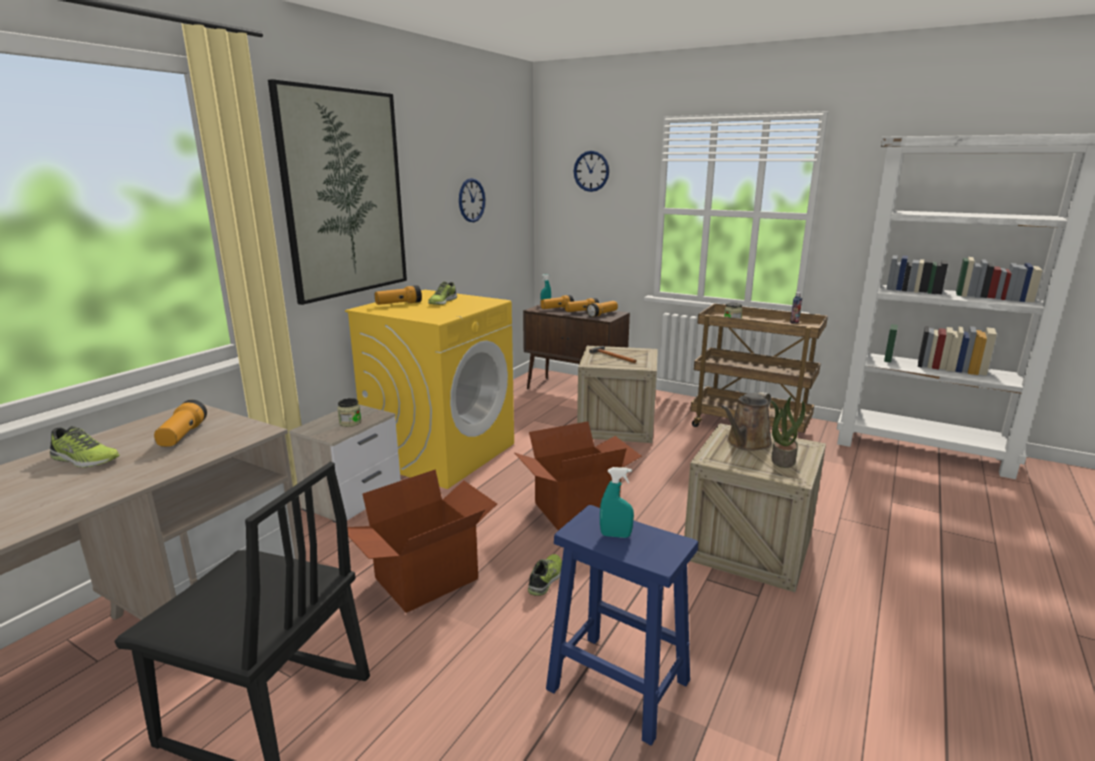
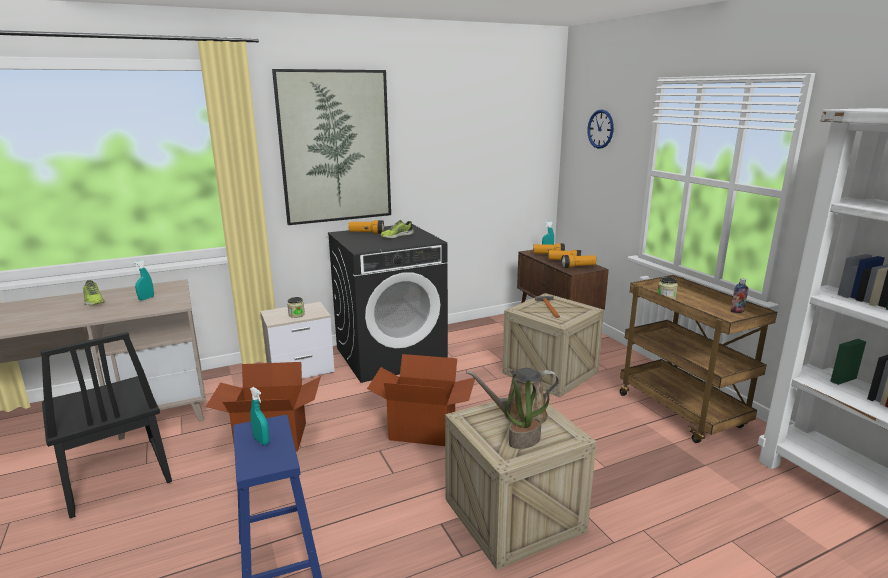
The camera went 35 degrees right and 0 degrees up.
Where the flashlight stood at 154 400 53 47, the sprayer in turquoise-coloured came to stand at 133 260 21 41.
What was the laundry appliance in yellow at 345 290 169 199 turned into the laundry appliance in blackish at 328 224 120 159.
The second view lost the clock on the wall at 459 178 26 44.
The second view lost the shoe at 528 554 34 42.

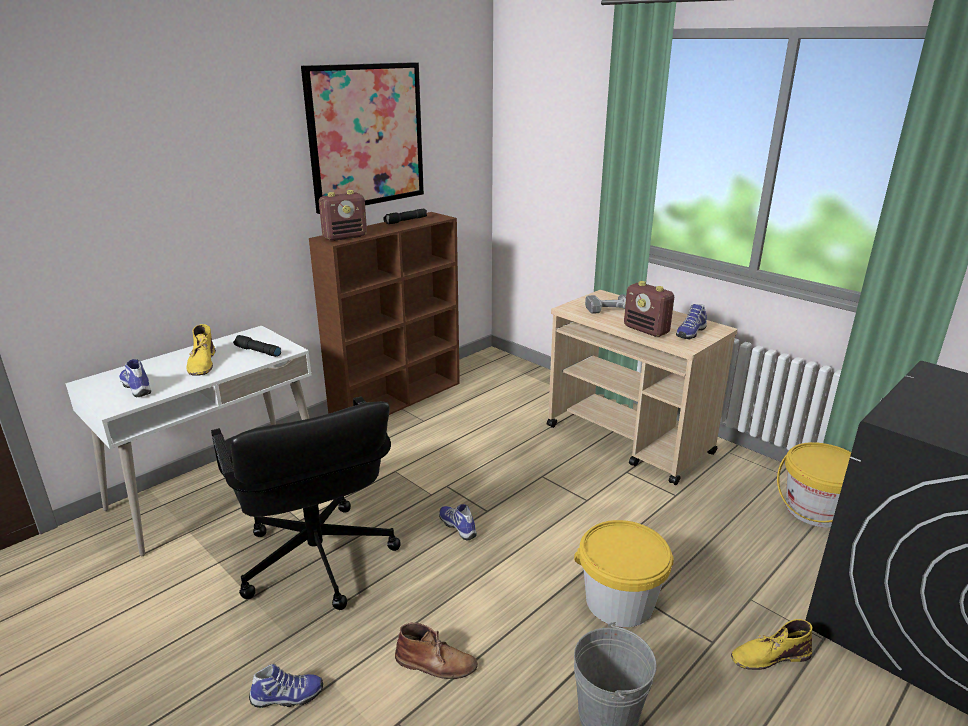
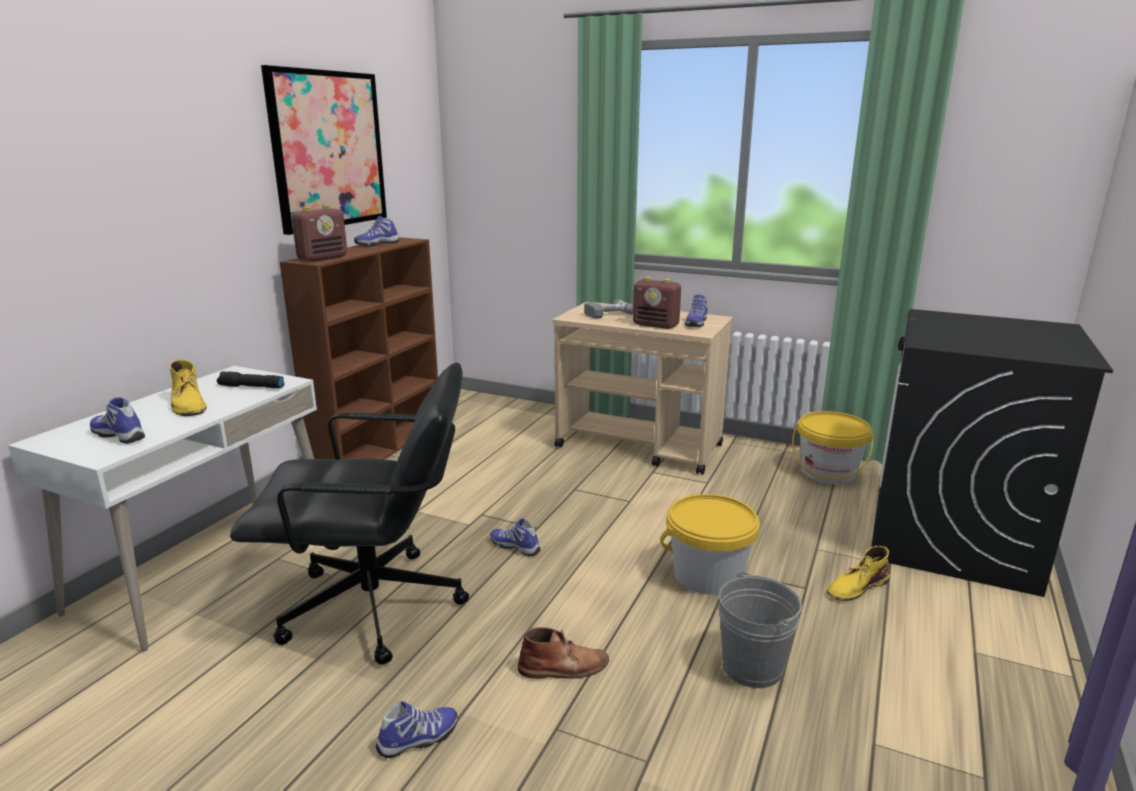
The camera went 20 degrees left and 5 degrees down.
The office chair in blackish at 211 396 190 214 ended up facing another way, 45 degrees counterclockwise from before.
Where the flashlight in blackish stood at 383 209 44 15, the shoe came to stand at 354 216 46 30.

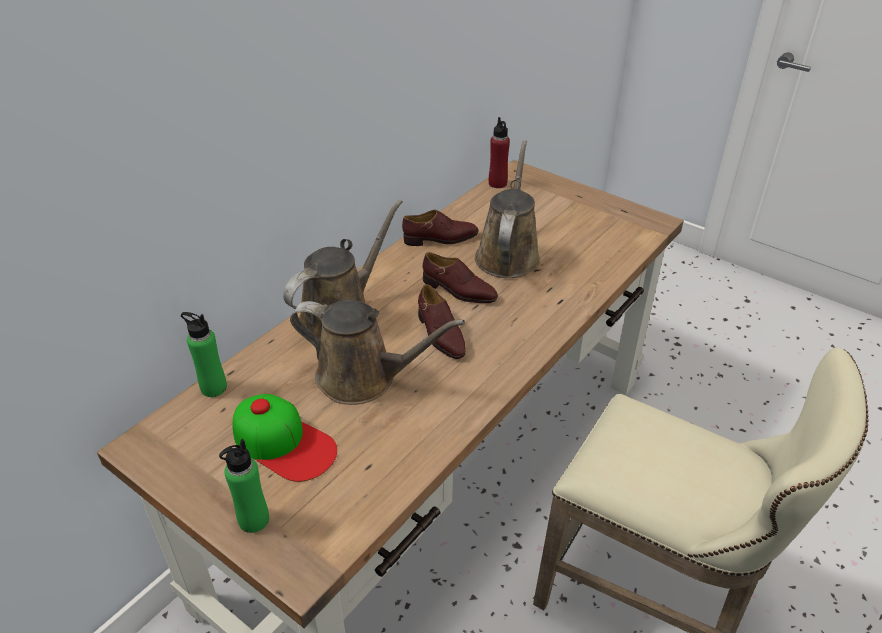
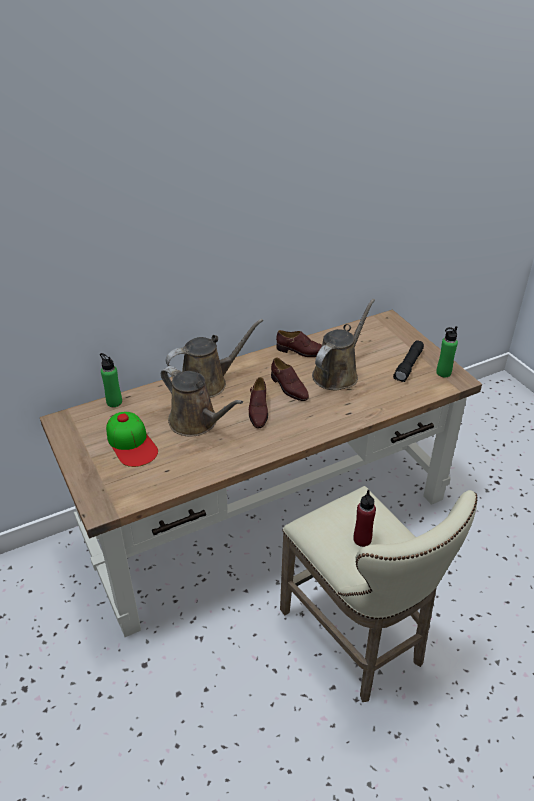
The camera went 25 degrees right and 0 degrees up.
The drink bottle in green-coloured ended up elsewhere, having gone from 219 439 50 94 to 436 326 22 51.
The drink bottle in red ended up elsewhere, having gone from 489 117 21 71 to 354 490 22 57.
The second view gained the flashlight in blackish at 393 340 31 42.

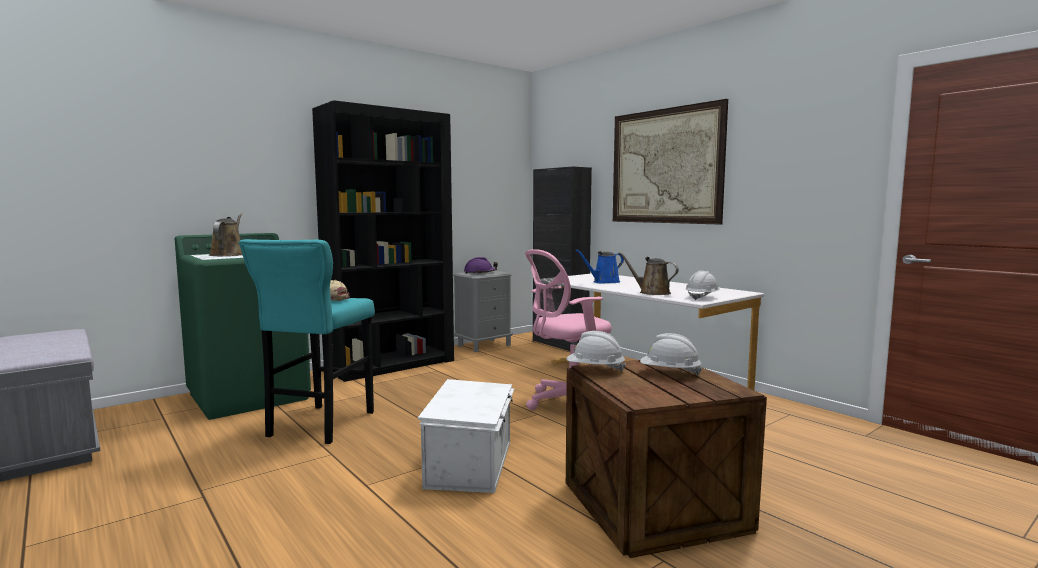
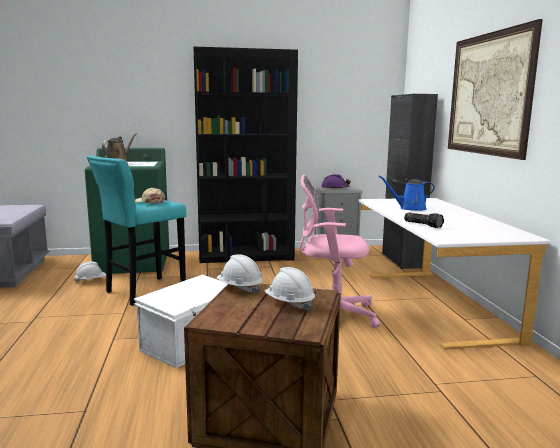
The camera went 30 degrees right and 5 degrees up.
Where the watering can in brown-coloured stood at 619 252 60 43, the flashlight came to stand at 404 212 40 16.
The safety helmet in white-coloured ended up elsewhere, having gone from 686 271 34 29 to 74 261 32 22.

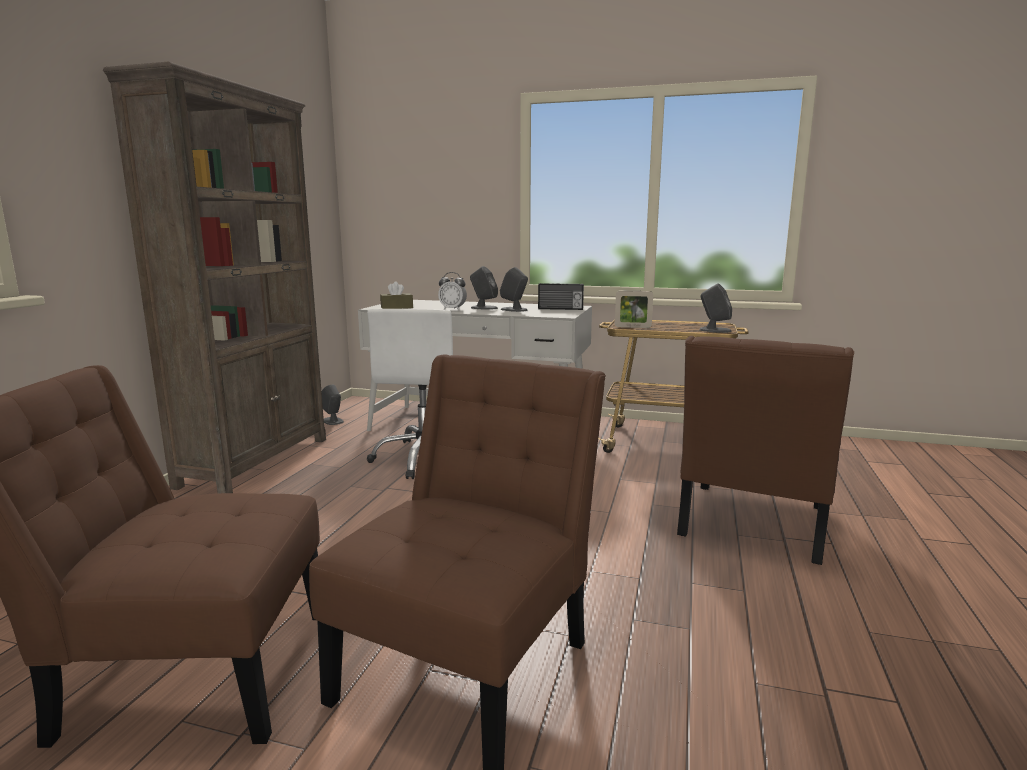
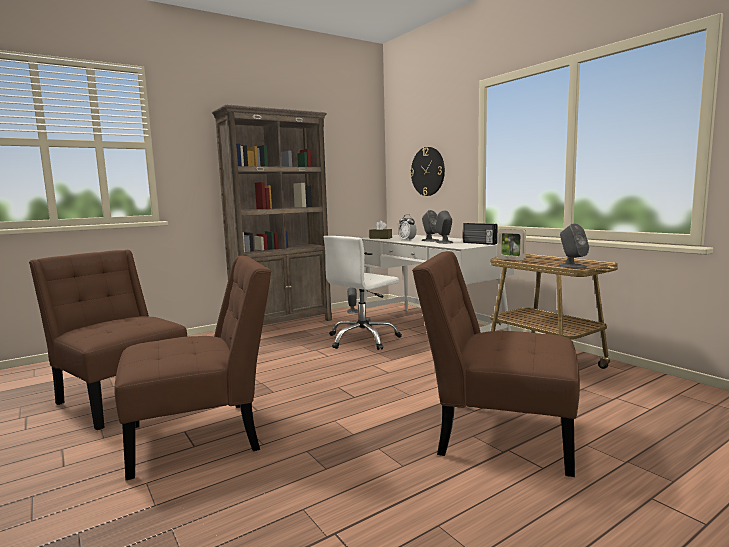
The camera went 40 degrees right and 5 degrees down.
The chair in brown-coloured at 677 336 177 229 ended up facing another way, 45 degrees clockwise from before.
The second view gained the clock on the wall at 410 147 35 49.

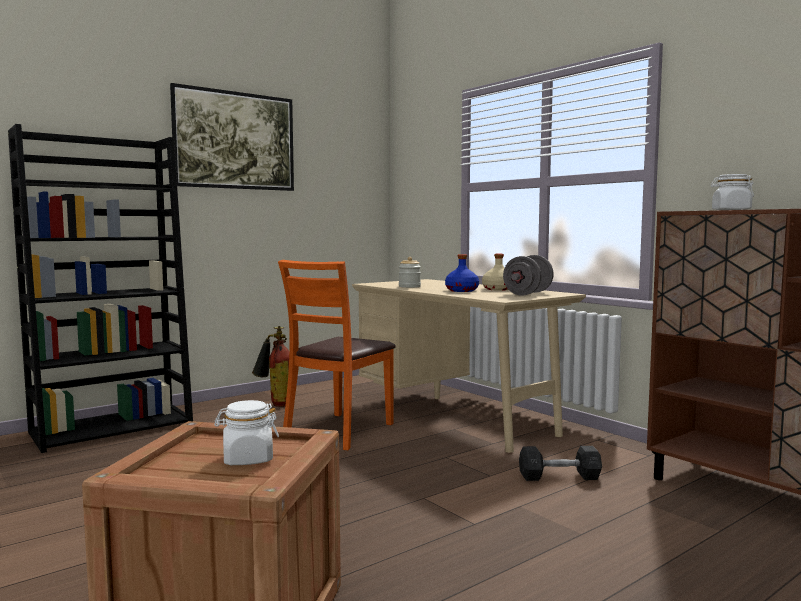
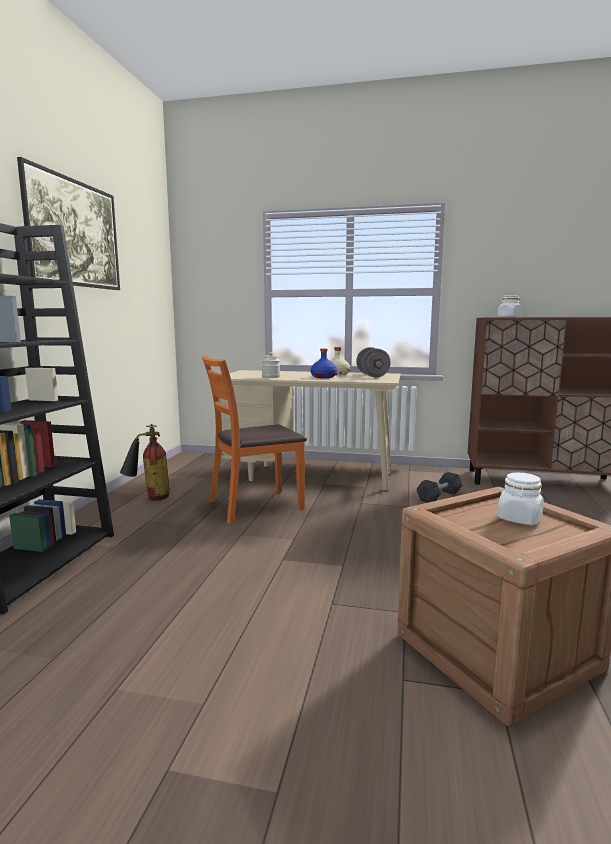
The camera went 40 degrees left and 5 degrees up.
The chair in orangey at 278 260 118 190 ended up facing another way, 75 degrees clockwise from before.

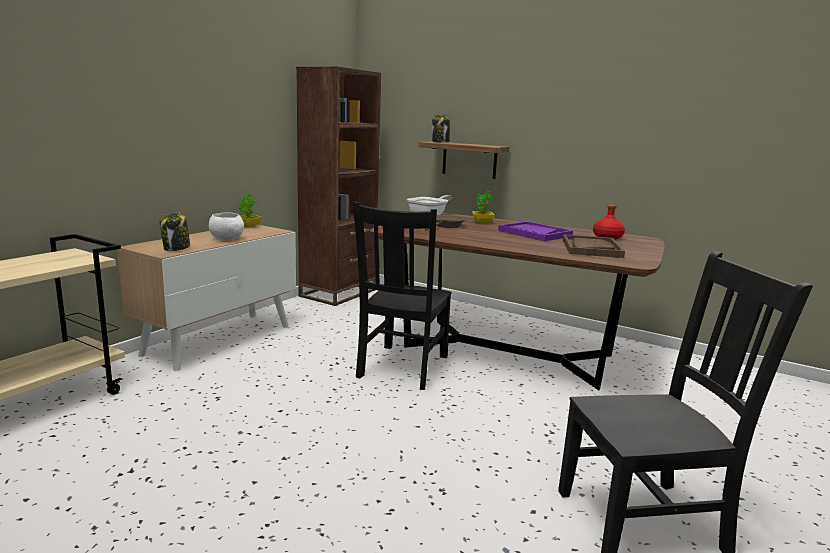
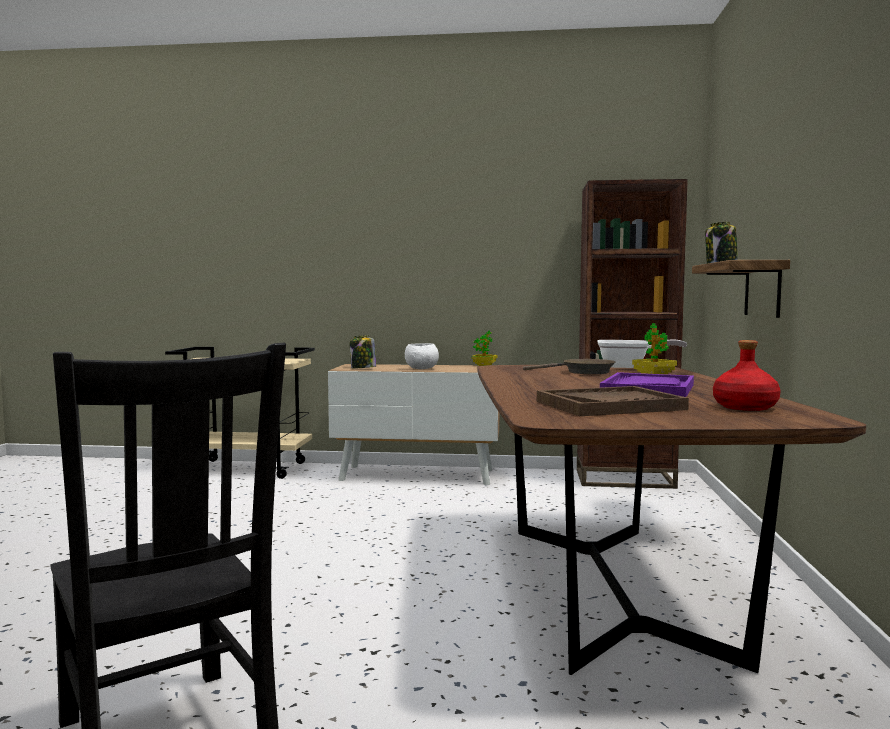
The camera went 65 degrees right and 10 degrees down.
The second view lost the chair in blackish at 353 201 98 189.

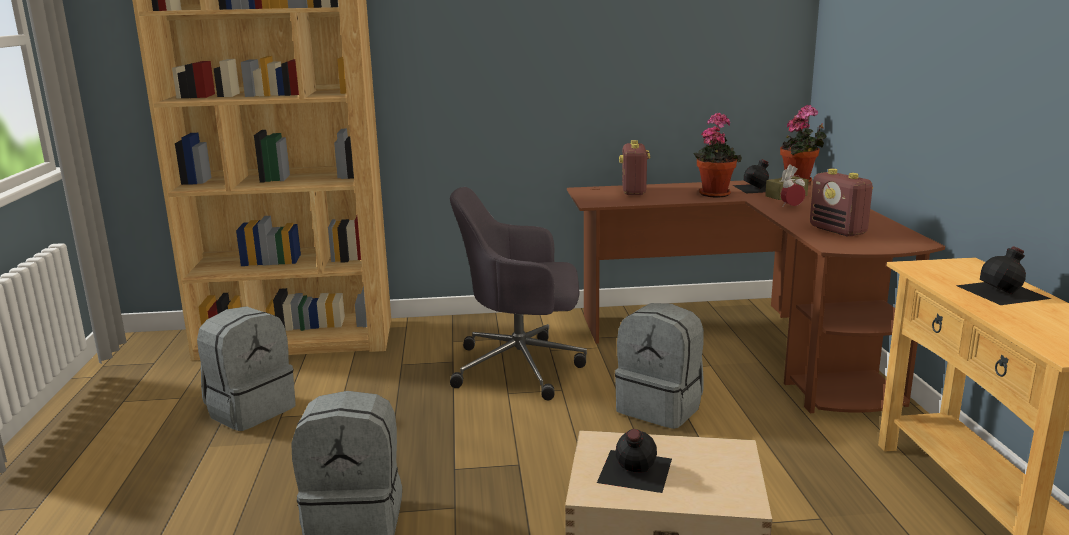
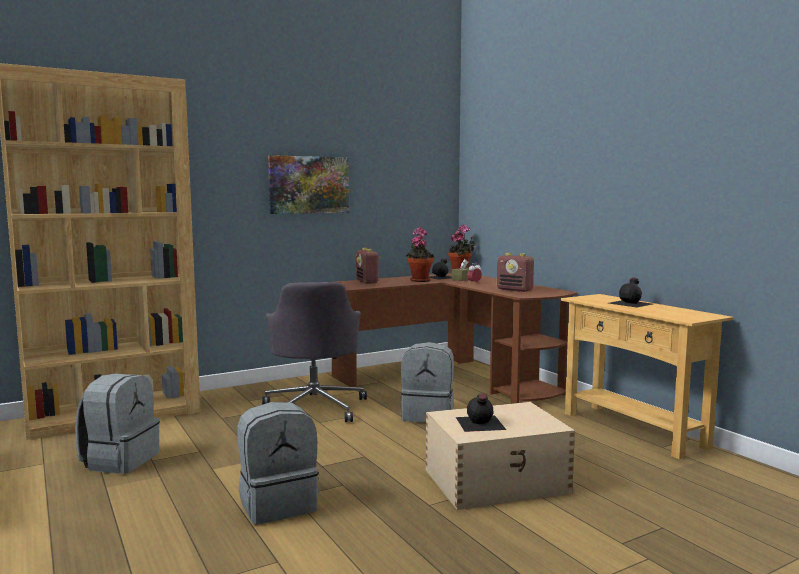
The camera went 25 degrees left and 10 degrees down.
The office chair in gray at 450 187 137 213 ended up facing another way, 75 degrees counterclockwise from before.
The second view gained the wall picture at 268 155 81 59.

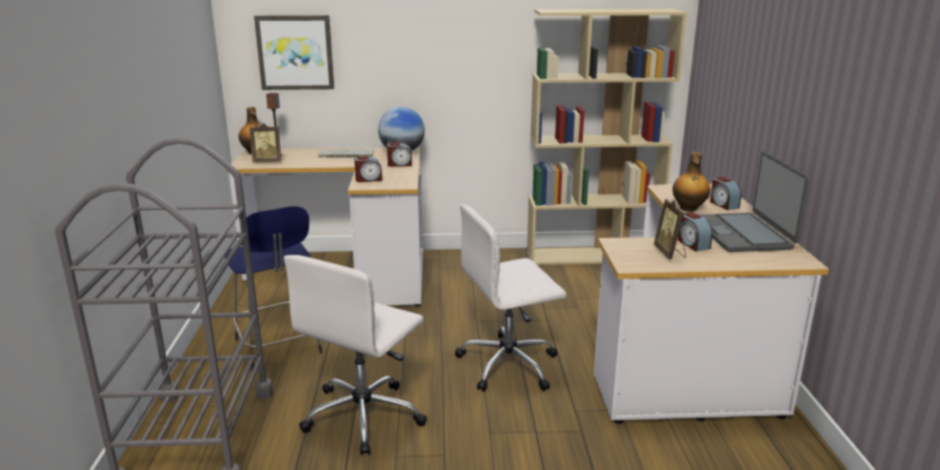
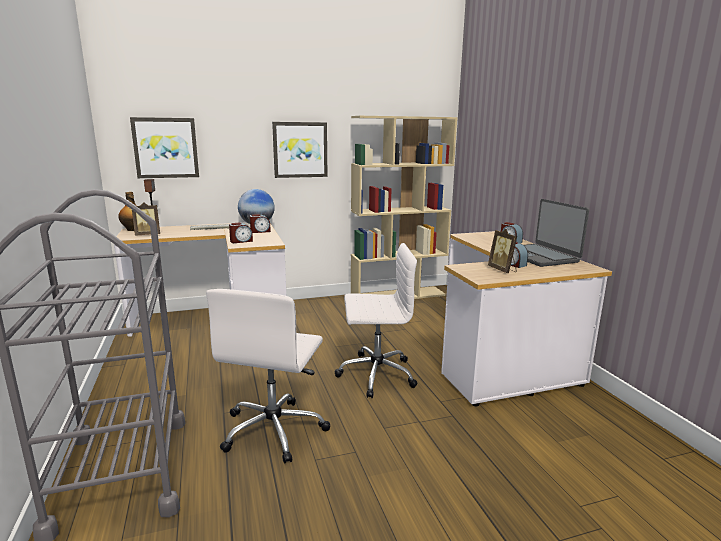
The camera went 15 degrees left and 5 degrees down.
The second view lost the stool in bluish at 225 206 98 164.
The office chair in white-coloured at 455 204 111 188 ended up facing another way, 150 degrees counterclockwise from before.
The second view lost the drink bottle at 673 152 38 60.
The second view gained the wall picture at 272 122 55 56.

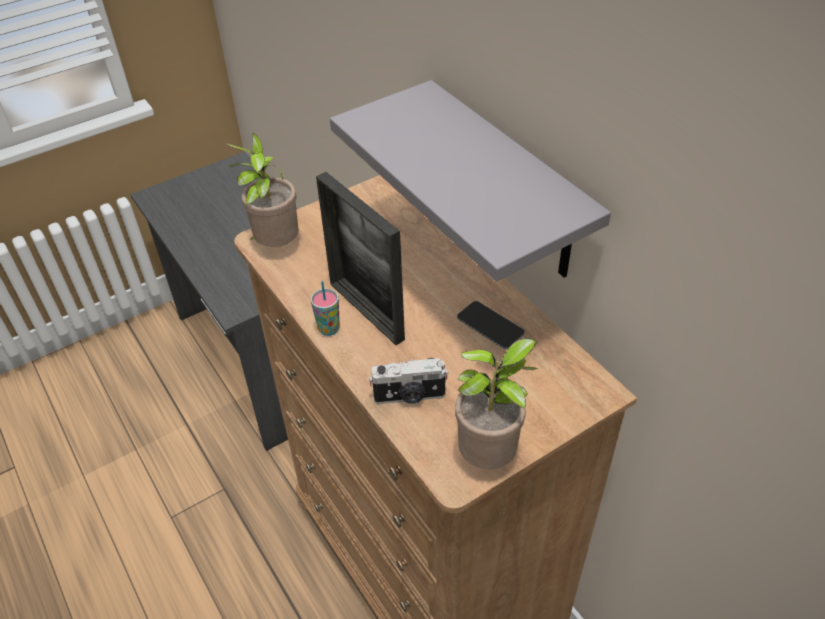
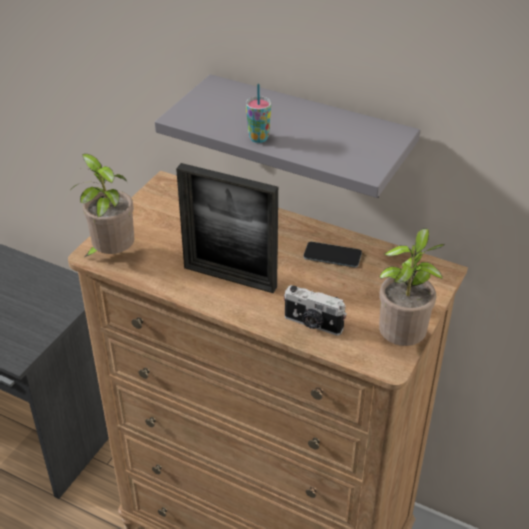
The camera went 30 degrees left and 5 degrees down.
The small cup ended up elsewhere, having gone from 311 281 29 55 to 246 84 25 59.
The photo camera at 369 358 79 46 ended up facing another way, 60 degrees clockwise from before.

